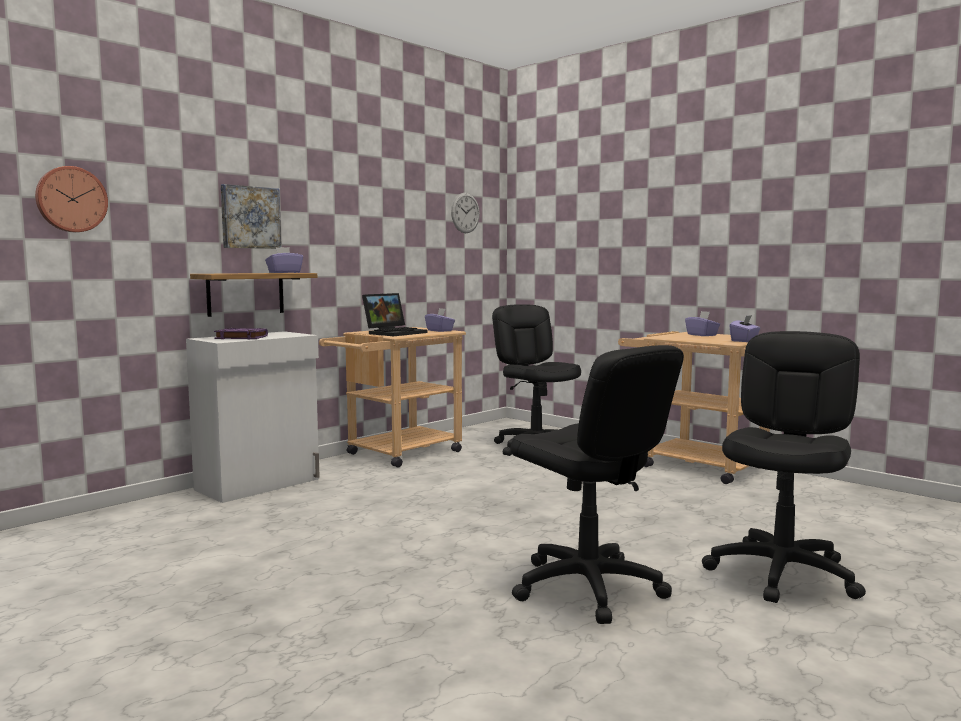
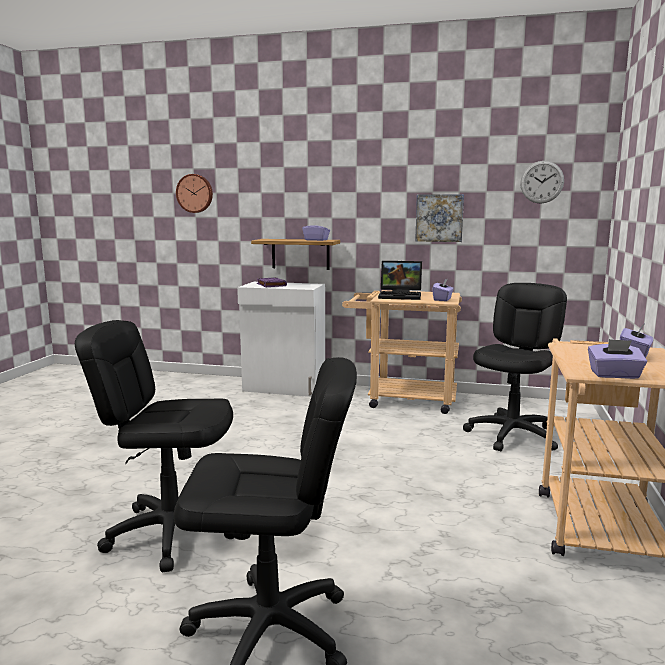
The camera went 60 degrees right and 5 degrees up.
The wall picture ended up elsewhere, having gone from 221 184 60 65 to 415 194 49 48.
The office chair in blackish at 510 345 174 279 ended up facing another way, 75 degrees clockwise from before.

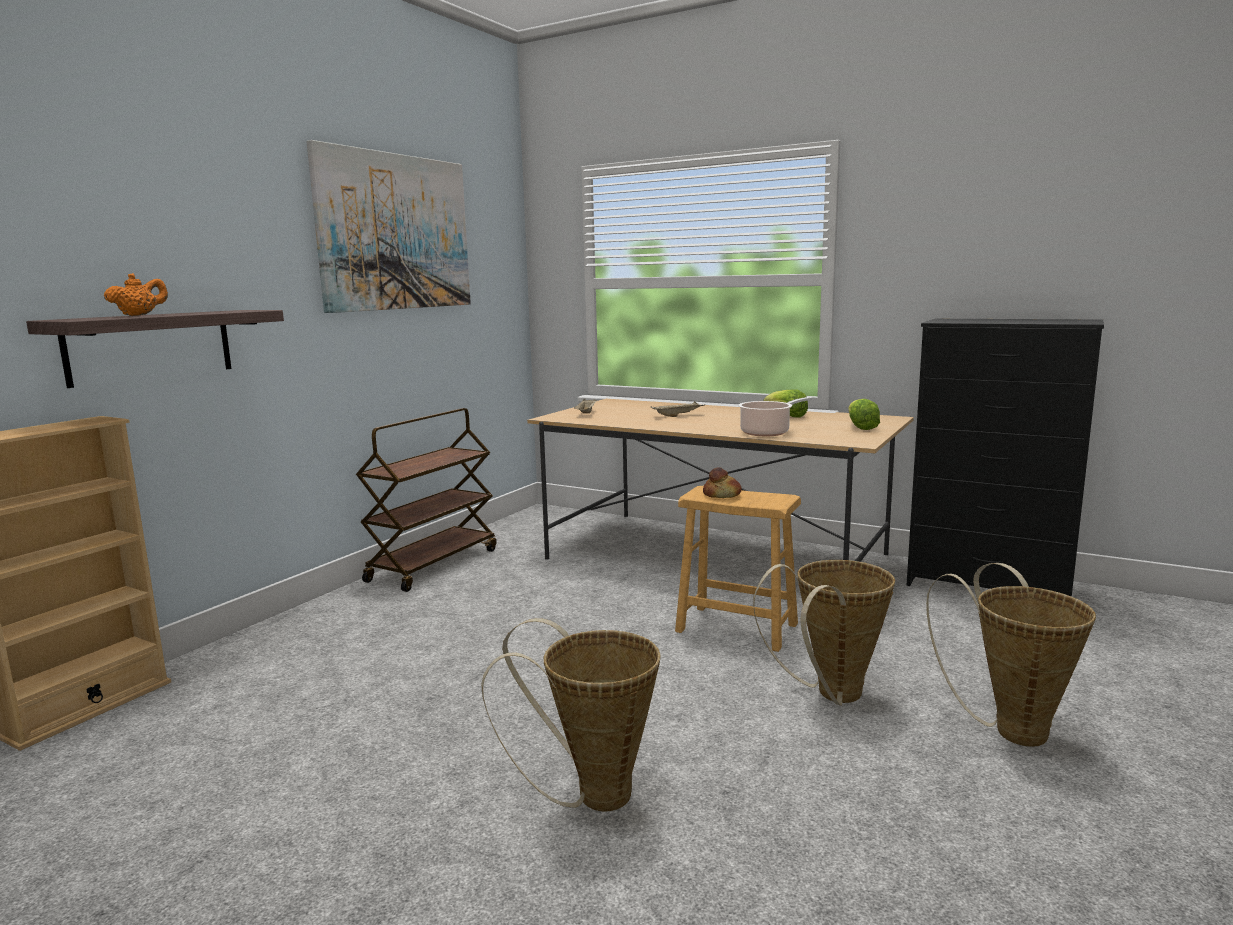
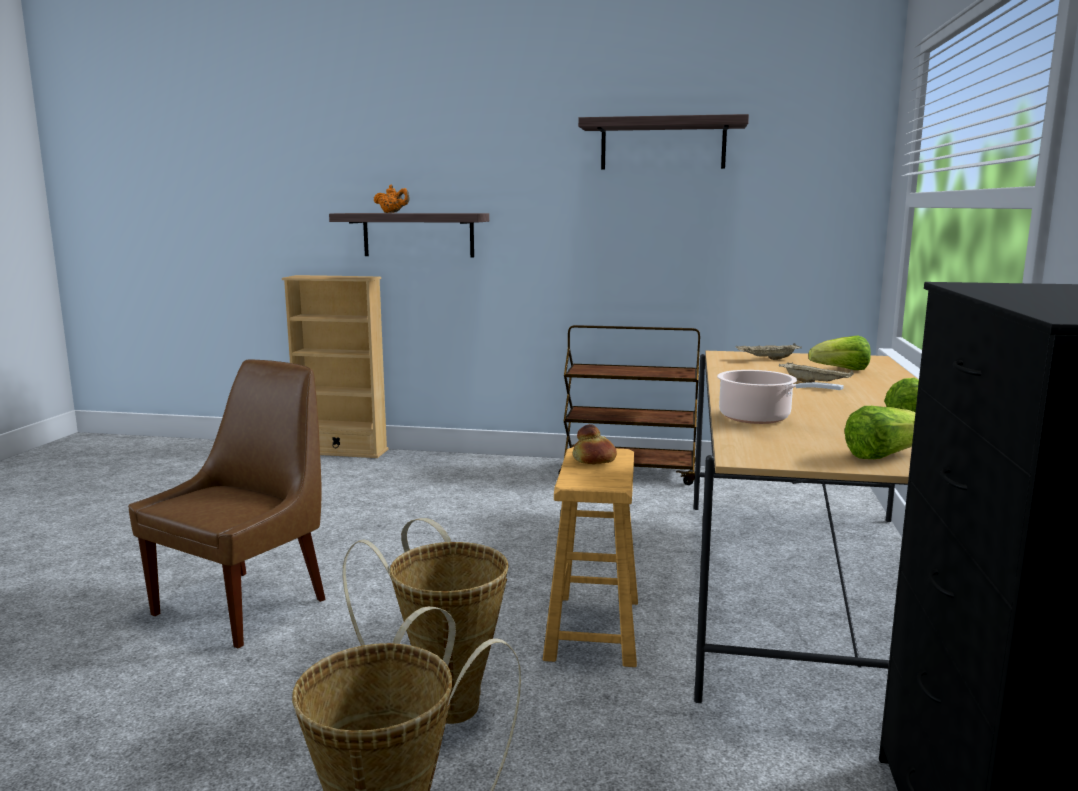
The camera went 70 degrees right and 0 degrees up.
Where the wall picture hung at 307 140 164 173, the wall shelf came to hang at 578 114 171 56.
Where the basket stood at 481 618 180 193, the chair in brown-coloured came to stand at 128 359 198 289.
The second view gained the lettuce head at 809 336 62 34.

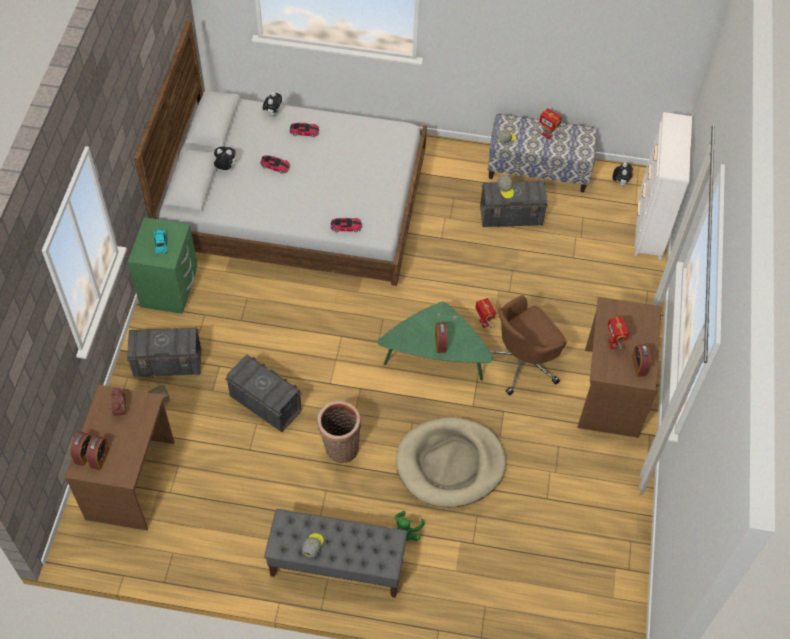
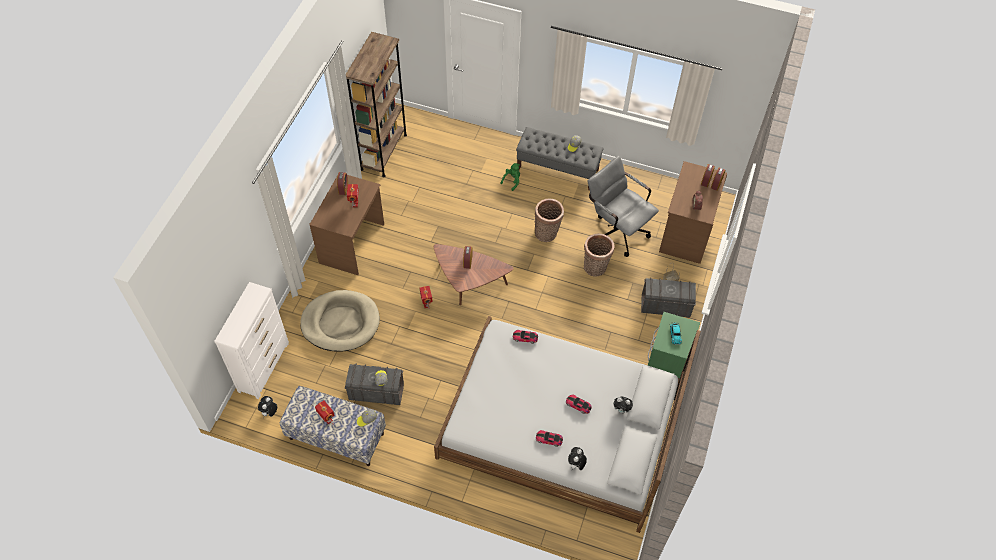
The camera went 170 degrees left and 0 degrees up.
Where the storage box in gray stood at 225 355 77 77, the basket came to stand at 584 233 30 43.
What was the coffee table in green-coloured at 377 302 116 78 turned into the coffee table in brown-coloured at 434 244 80 61.
The dog bed in beige-coloured ended up elsewhere, having gone from 396 417 110 90 to 300 290 80 62.
The second view lost the office chair in brown-coloured at 490 295 76 100.
The second view gained the bookshelf in brown-coloured at 346 32 61 145.
The second view gained the office chair in gray at 588 156 71 101.

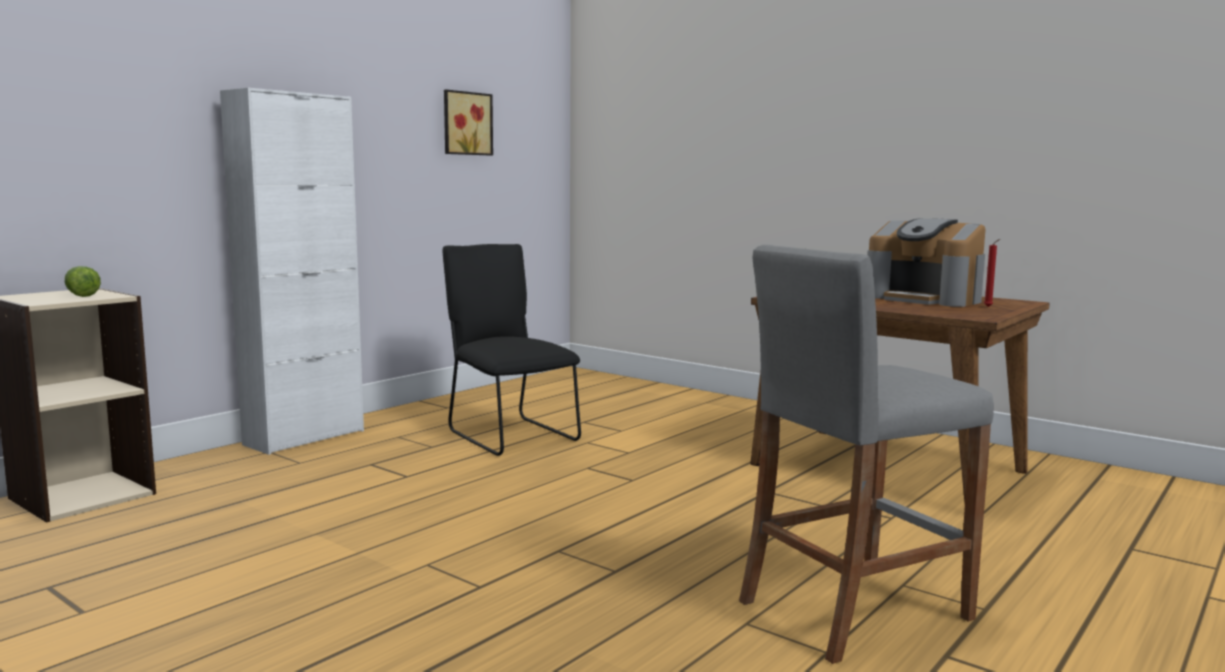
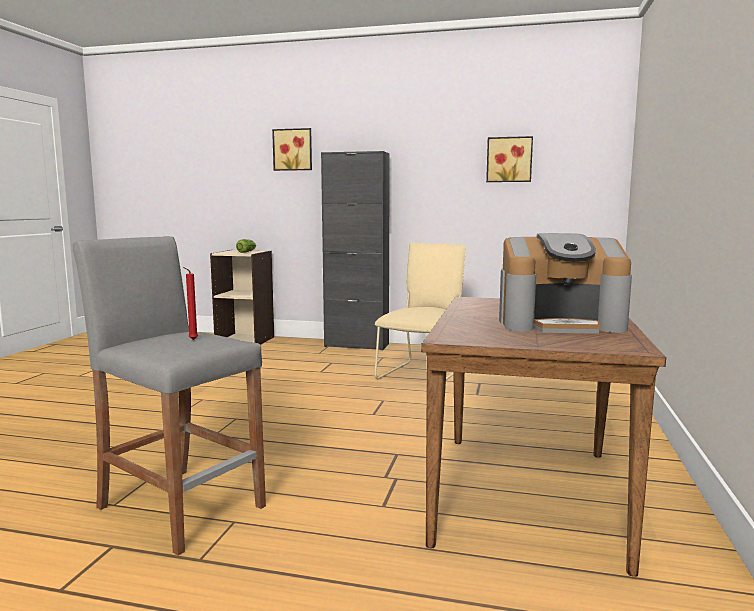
The camera went 65 degrees right and 0 degrees up.
What was the storage cabinet in white-coloured at 220 88 144 367 turned into the storage cabinet in blackish at 321 151 69 200.
What was the chair in blackish at 443 244 138 212 turned into the chair in beige-coloured at 374 243 92 137.
The coffee brewer at 867 218 119 89 ended up facing another way, 105 degrees counterclockwise from before.
The candle in red ended up elsewhere, having gone from 984 239 16 68 to 183 267 15 73.
The second view gained the wall picture at 272 128 40 43.

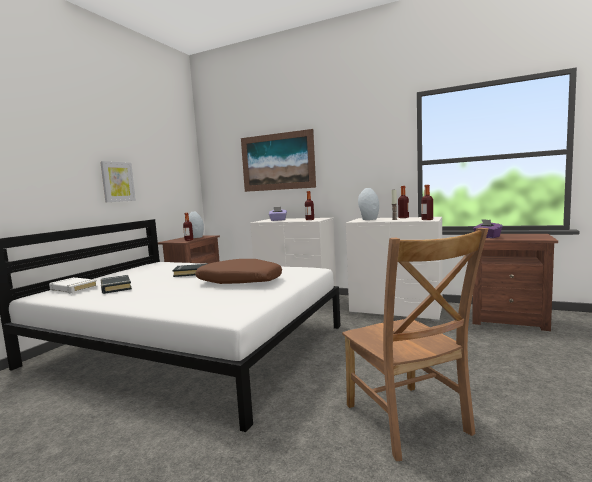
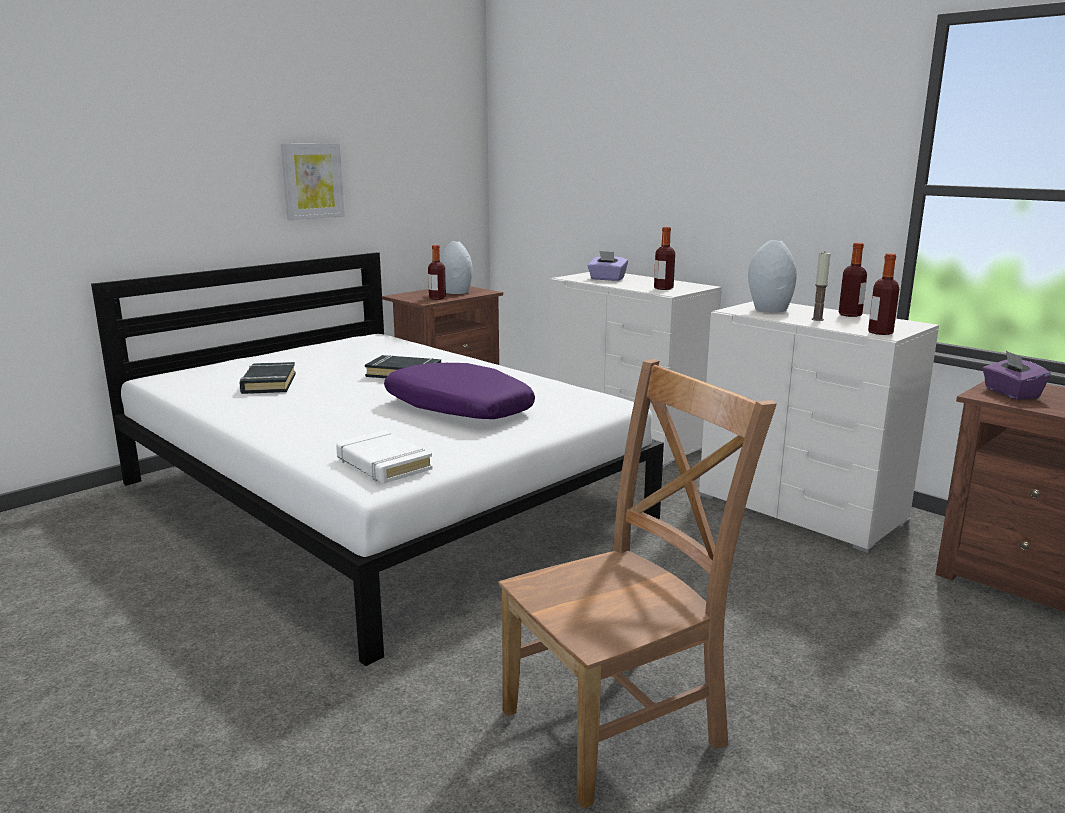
The camera went 20 degrees right and 10 degrees up.
The volume in white-coloured ended up elsewhere, having gone from 49 277 48 17 to 336 431 97 53.
What was the throw pillow in brown-coloured at 195 259 87 25 turned into the throw pillow in purple at 384 363 151 56.
The second view lost the wall picture at 241 129 75 63.
The chair in brown-coloured at 342 228 147 233 ended up facing another way, 120 degrees counterclockwise from before.

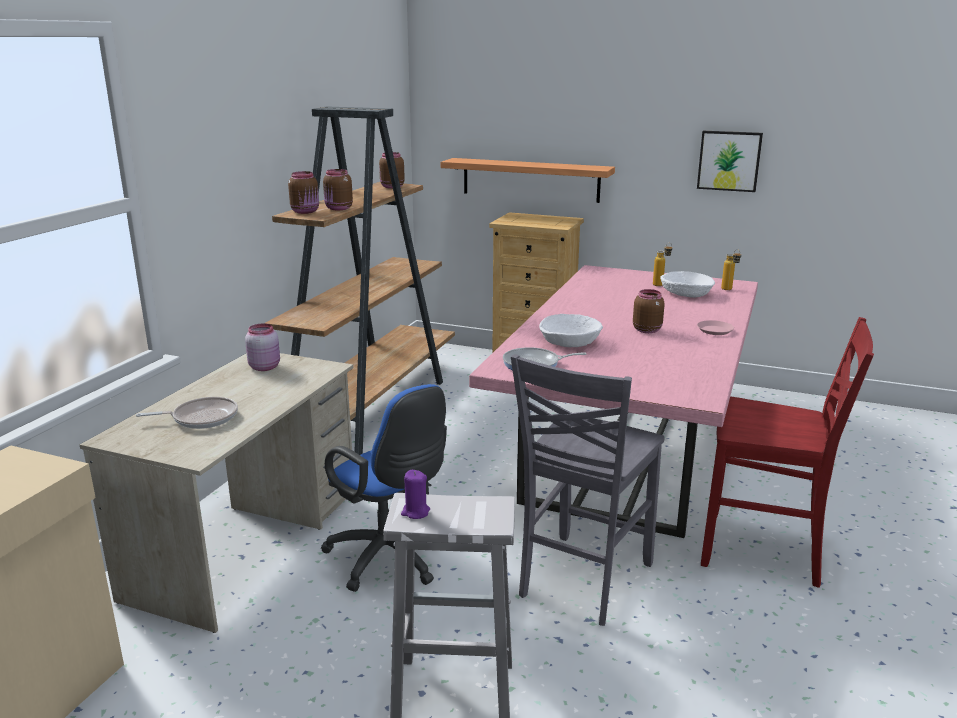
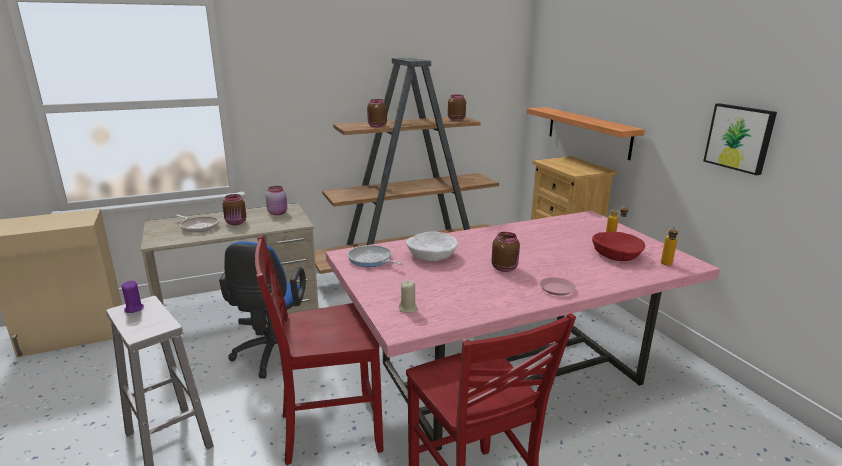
The camera went 45 degrees right and 0 degrees up.
The storage jar in brown-coloured ended up elsewhere, having gone from 288 171 31 43 to 223 194 23 31.
What was the chair in gray at 511 354 154 272 turned into the chair in red at 255 236 128 229.
What was the deep dish in white-coloured at 660 271 55 27 turned into the deep dish in red at 592 232 53 29.
The second view gained the candle in beige-coloured at 399 281 19 32.

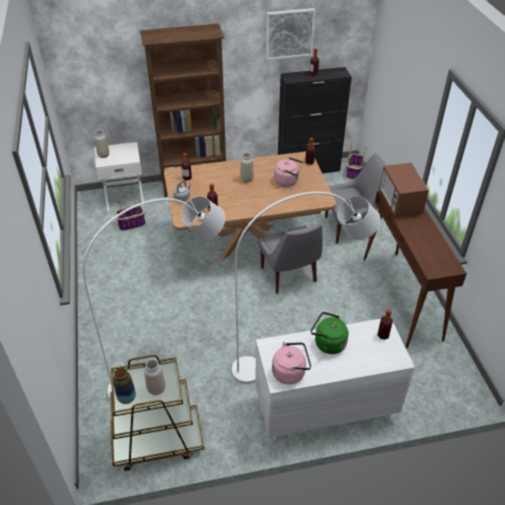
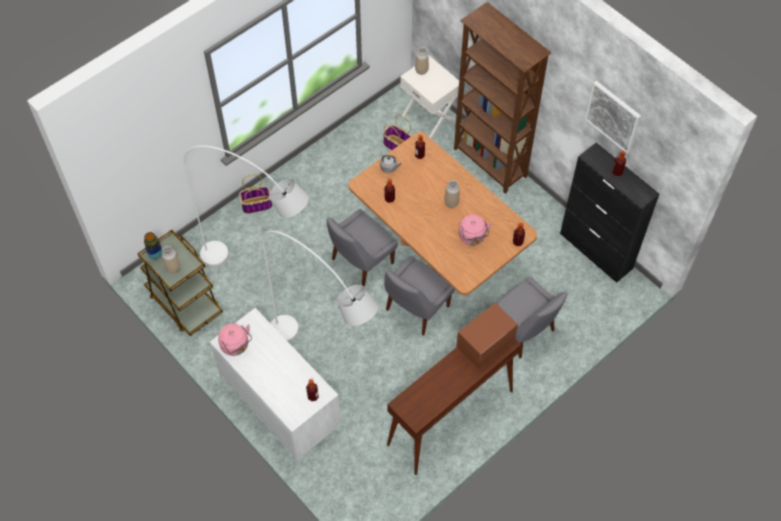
The camera went 60 degrees right and 15 degrees up.
The second view lost the water kettle in green-coloured at 311 312 37 42.
The basket ended up elsewhere, having gone from 346 143 20 37 to 239 174 33 39.
The second view gained the chair in gray at 326 209 72 78.

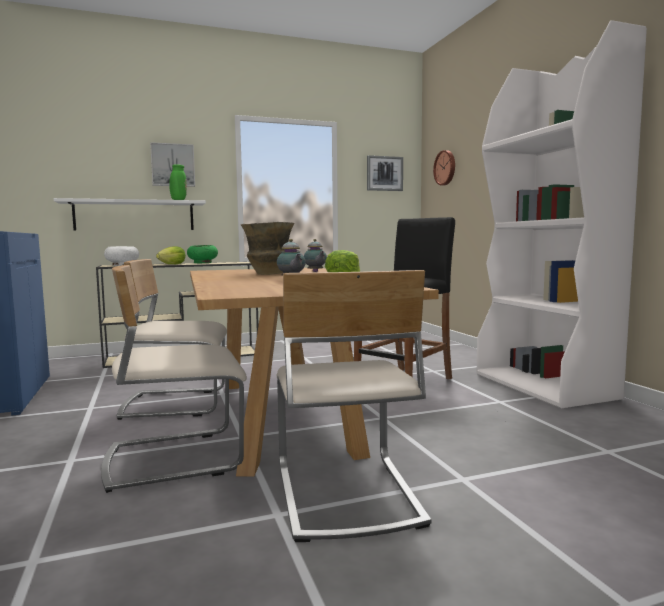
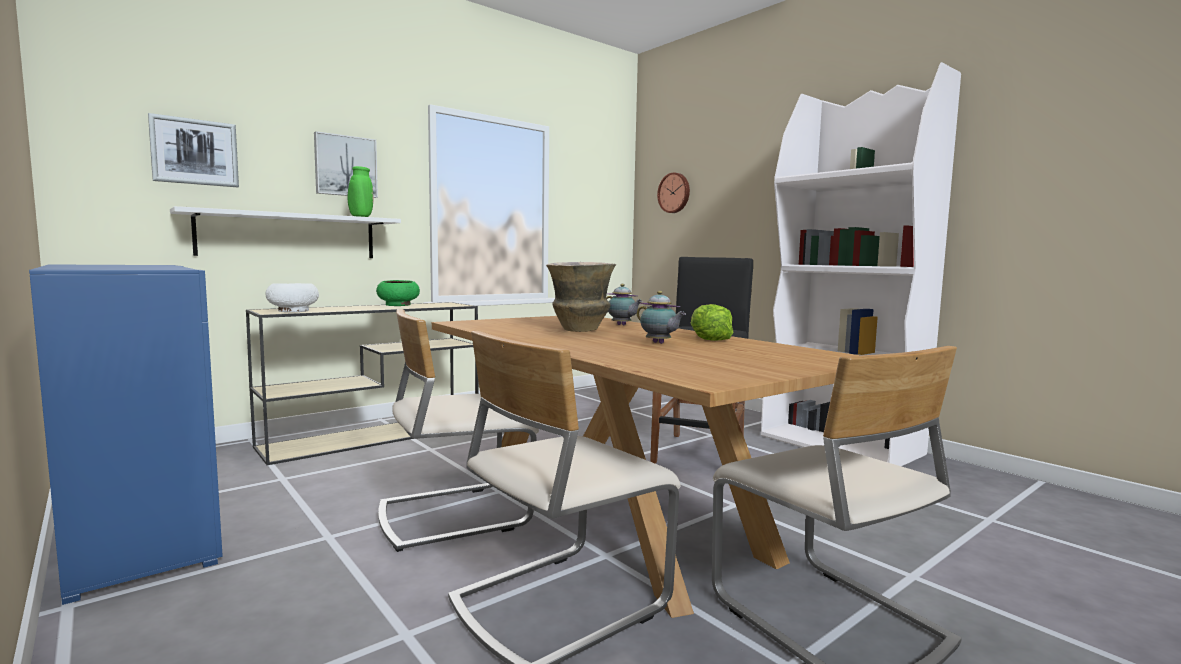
The camera went 20 degrees left and 0 degrees up.
The second view lost the lettuce head at 156 246 30 18.
The wall picture ended up elsewhere, having gone from 367 155 36 36 to 148 113 91 74.

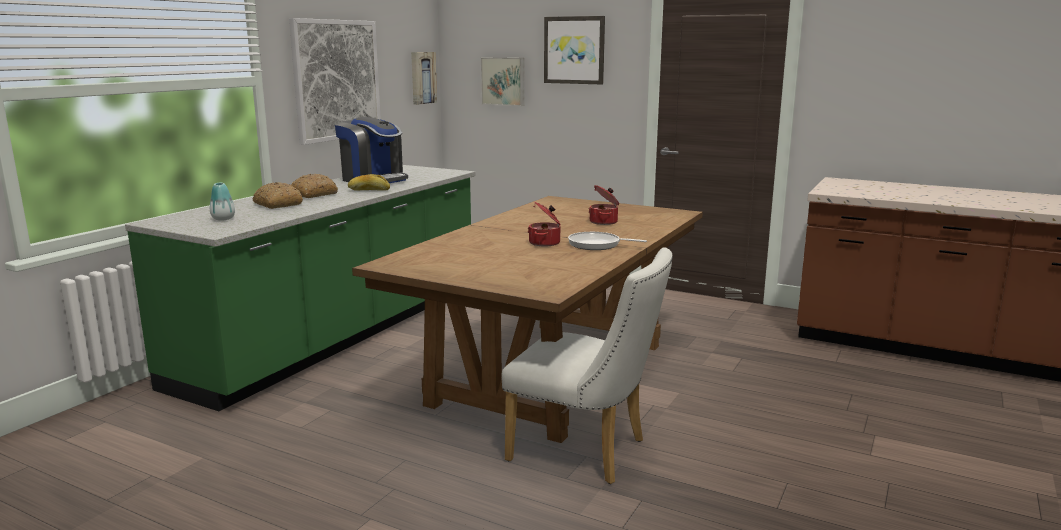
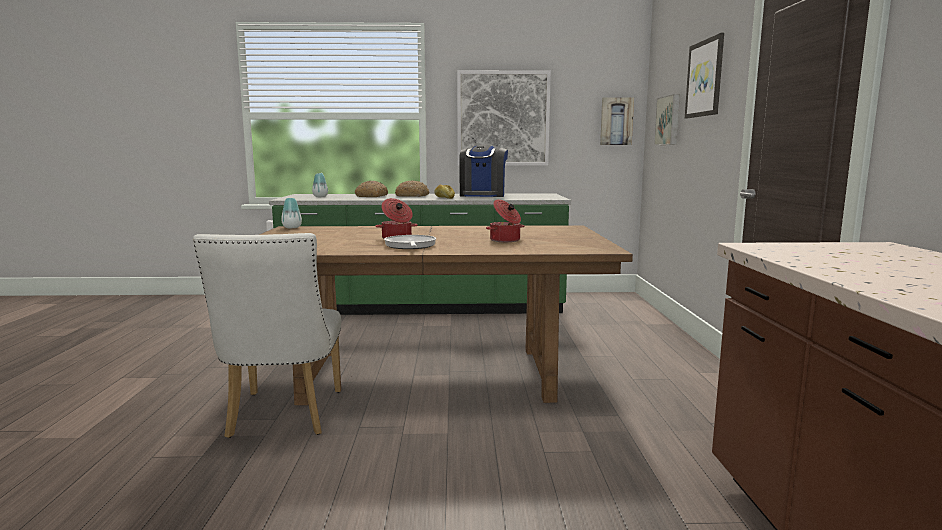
The camera went 60 degrees right and 5 degrees down.
The second view gained the flower vase at 281 198 21 30.

